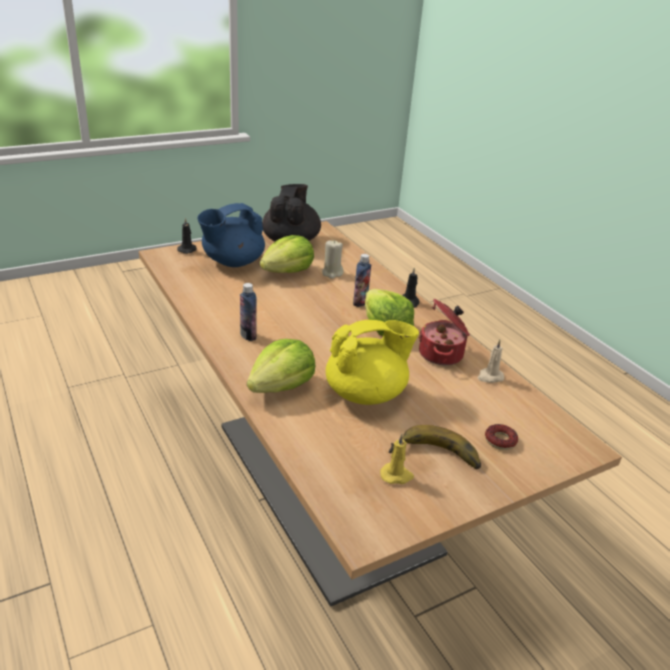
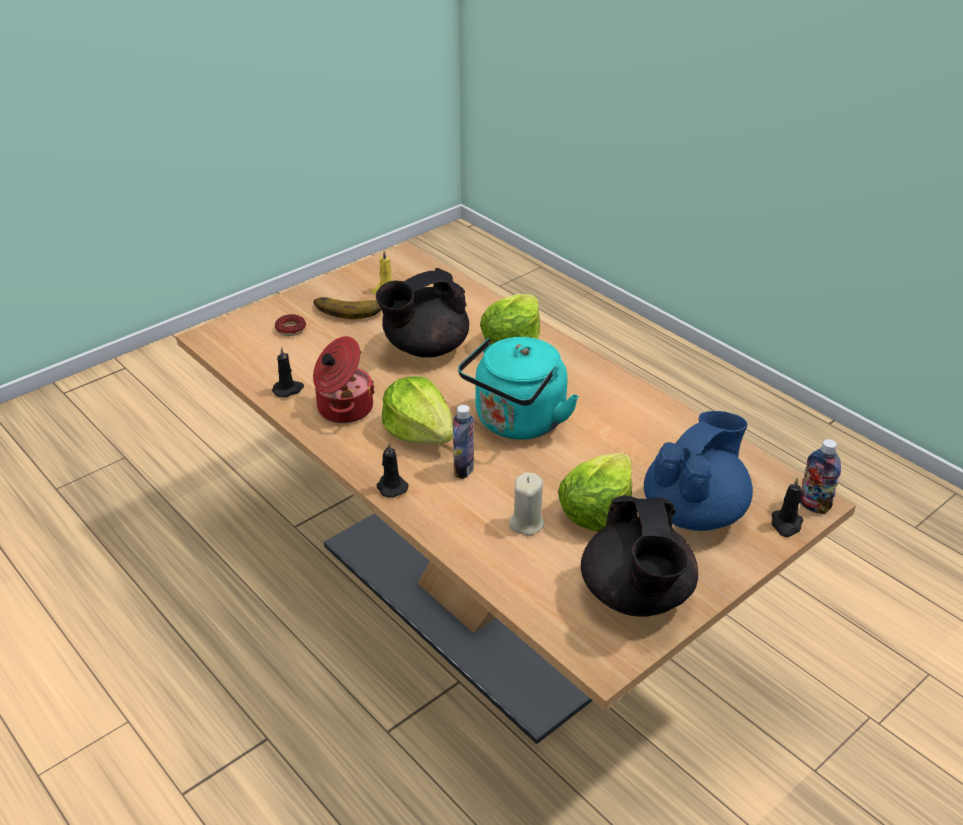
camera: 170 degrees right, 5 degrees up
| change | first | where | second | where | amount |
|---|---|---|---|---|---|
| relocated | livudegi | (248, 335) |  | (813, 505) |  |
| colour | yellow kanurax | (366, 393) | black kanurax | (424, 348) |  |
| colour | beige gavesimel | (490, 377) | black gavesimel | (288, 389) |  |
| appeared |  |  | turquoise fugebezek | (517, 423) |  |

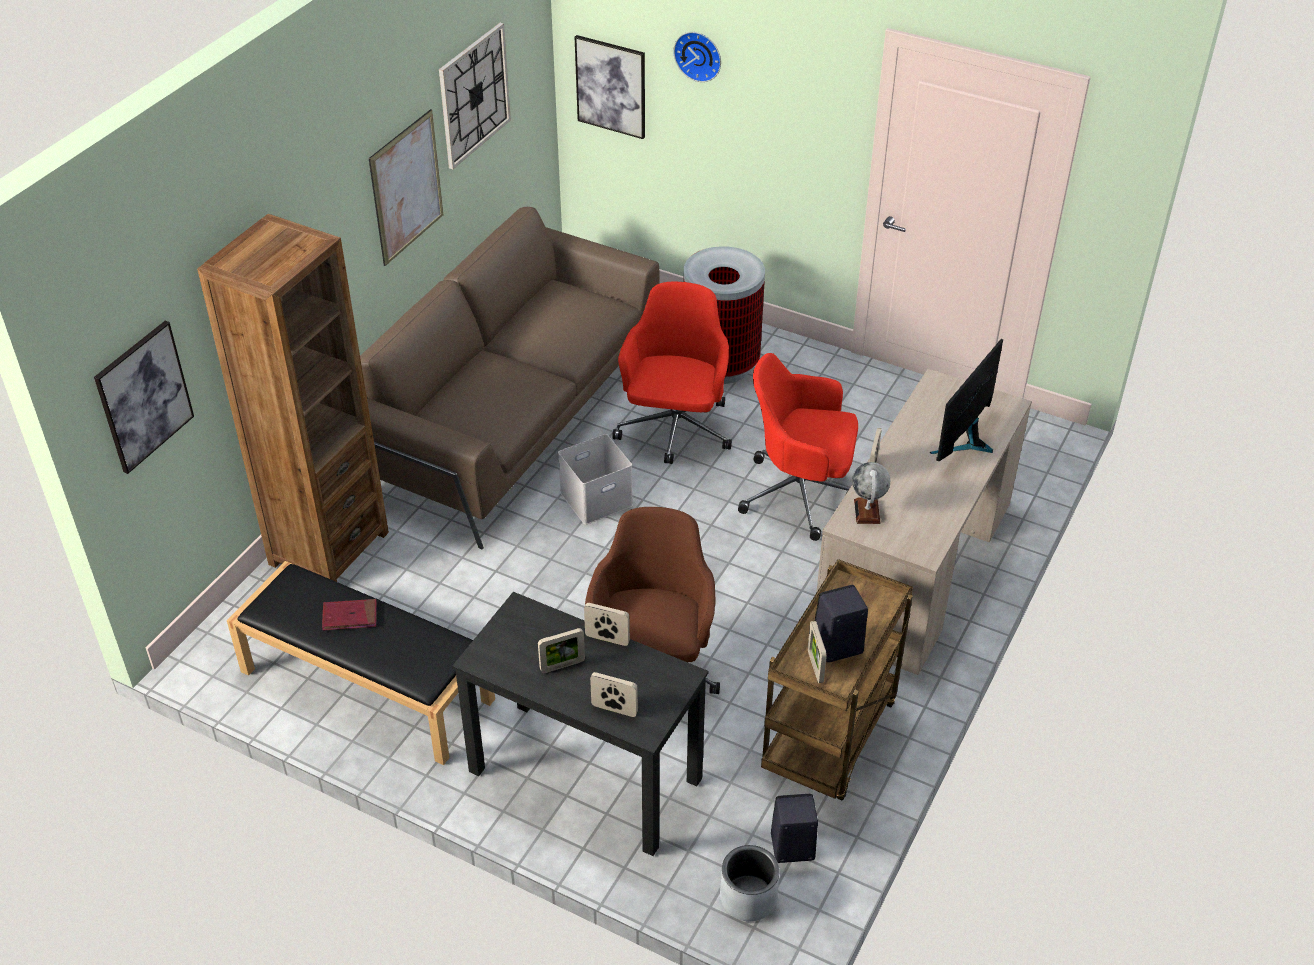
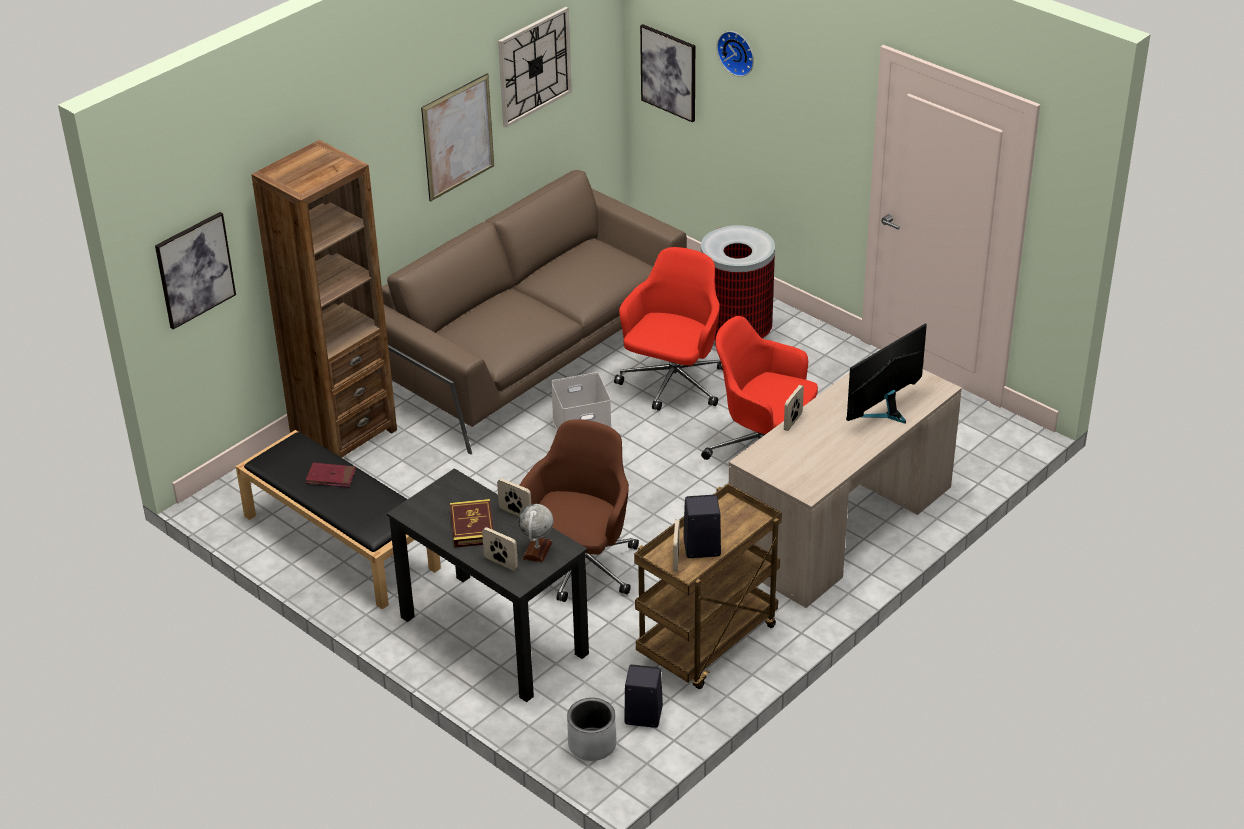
camera: 15 degrees right, 5 degrees down
| change | first | where | second | where | amount |
|---|---|---|---|---|---|
| exchanged | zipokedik | (562, 666) | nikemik | (472, 526) |  |
| relocated | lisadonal | (867, 511) |  | (537, 550) |  |

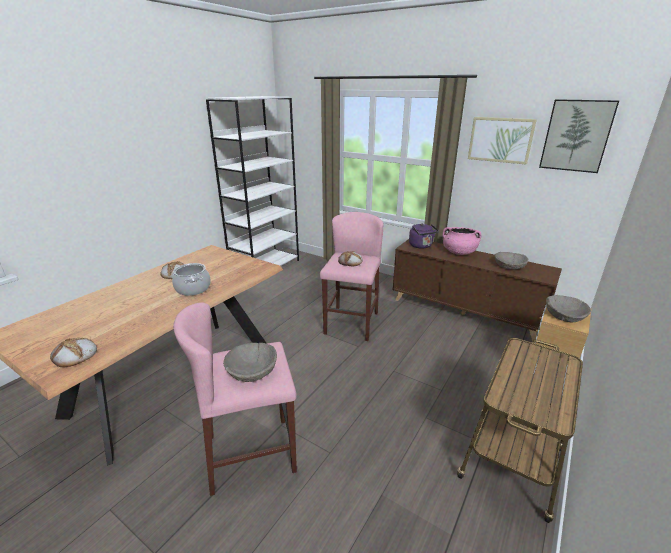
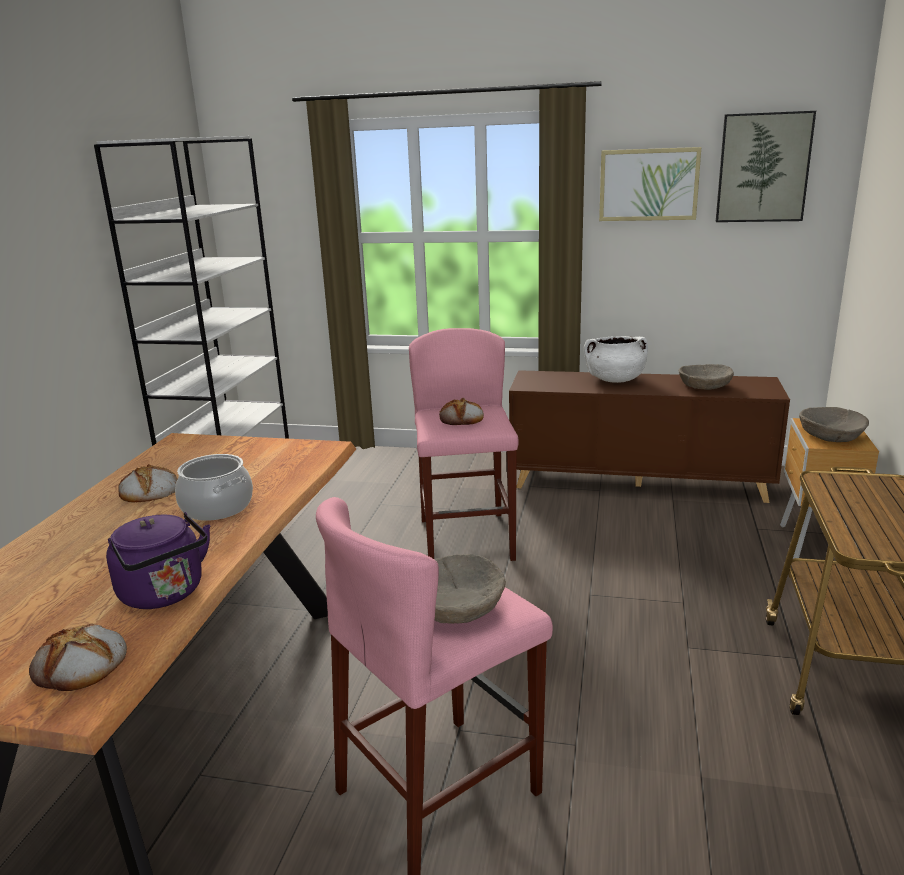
camera: 20 degrees left, 5 degrees down
| change | first | where | second | where | amount |
|---|---|---|---|---|---|
| relocated | purple fugebezek | (421, 246) |  | (165, 594) |  |
| colour | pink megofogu | (459, 252) | white megofogu | (614, 380) |  |

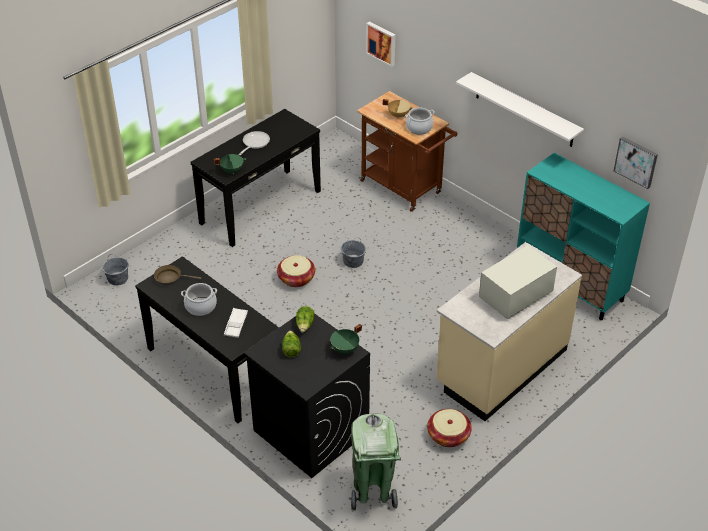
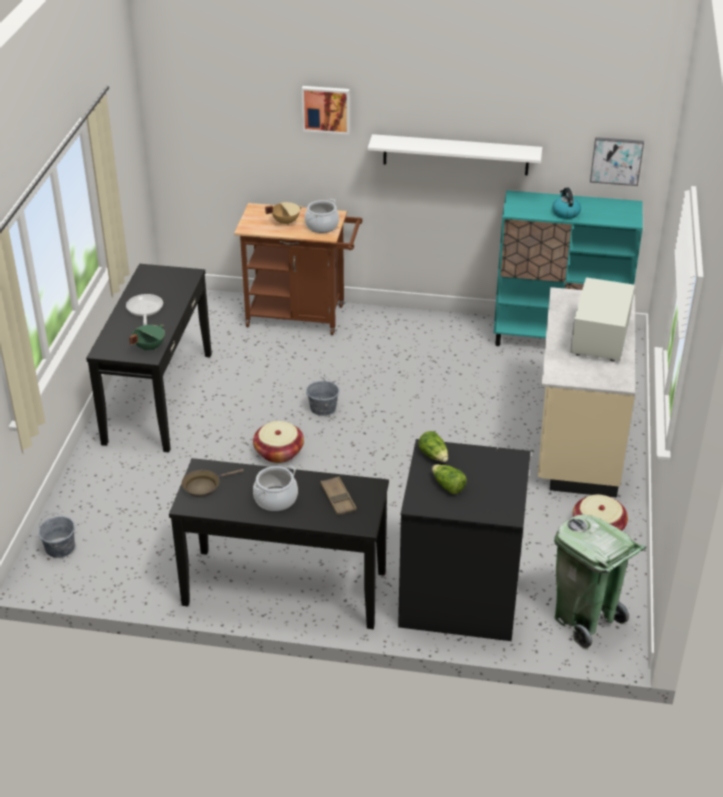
camera: 35 degrees left, 5 degrees down
| change | first | where | second | where | amount |
|---|---|---|---|---|---|
| colour | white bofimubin | (236, 325) | brown bofimubin | (338, 499) |  |
| missing | green megofogu | (345, 349) |  |  |  |
| relocated | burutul | (382, 43) |  | (326, 109) |  |
| appeared |  |  | fugebezek | (565, 213) |  |

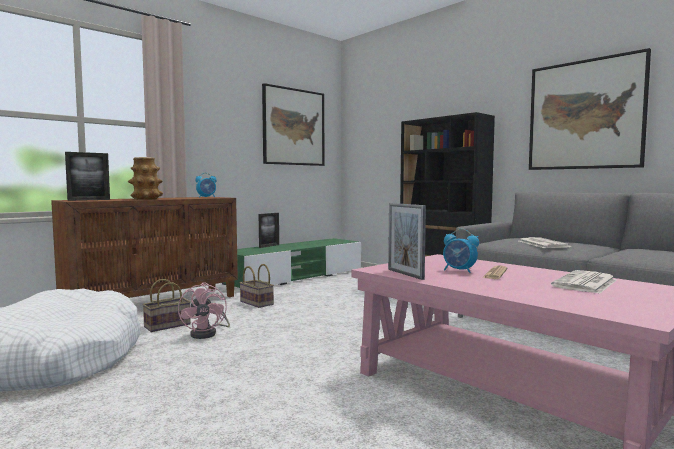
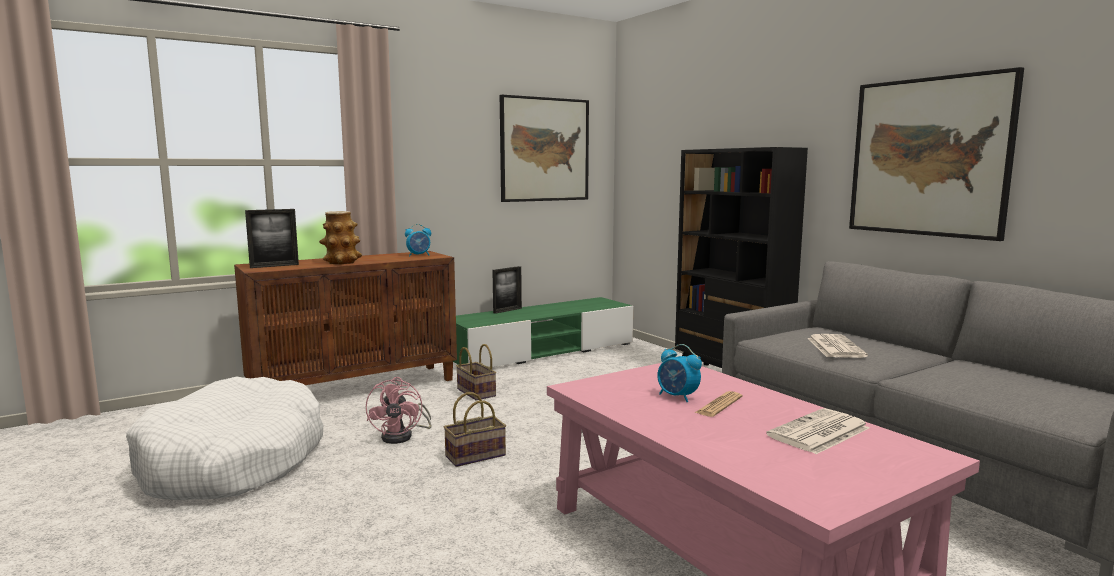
camera: 10 degrees right, 5 degrees up
| change | first | where | second | where | amount |
|---|---|---|---|---|---|
| relocated | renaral | (168, 325) |  | (476, 455) |  |
| missing | zipokedik | (405, 274) |  |  |  |

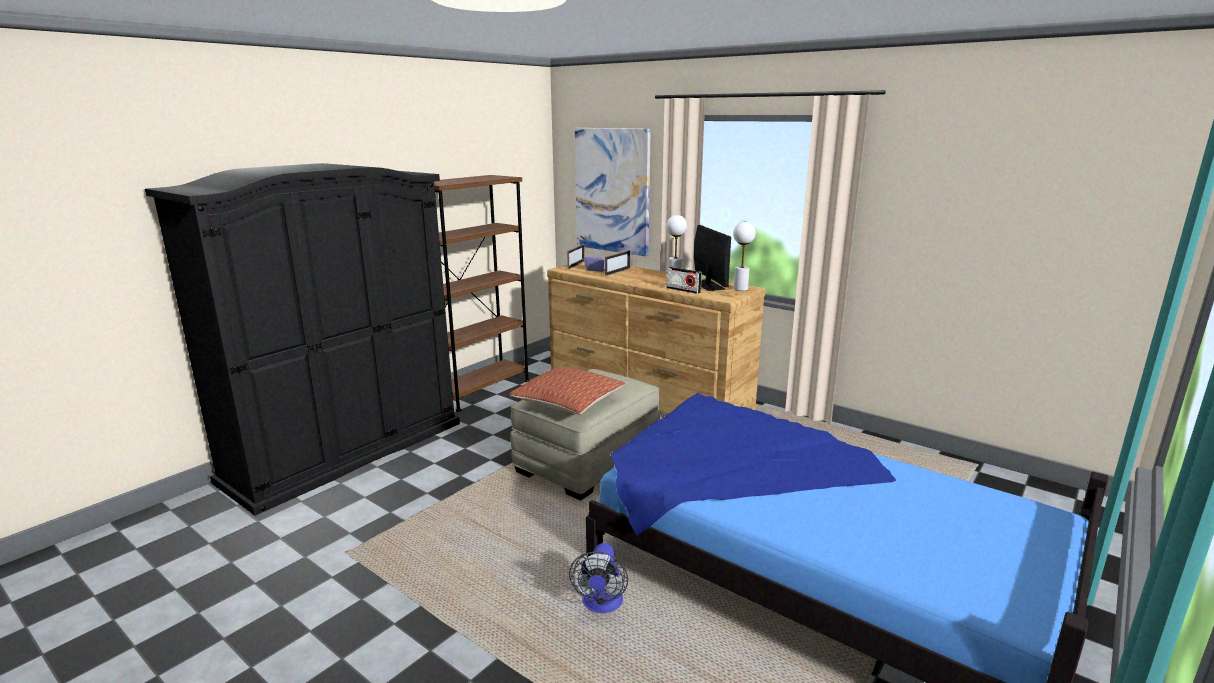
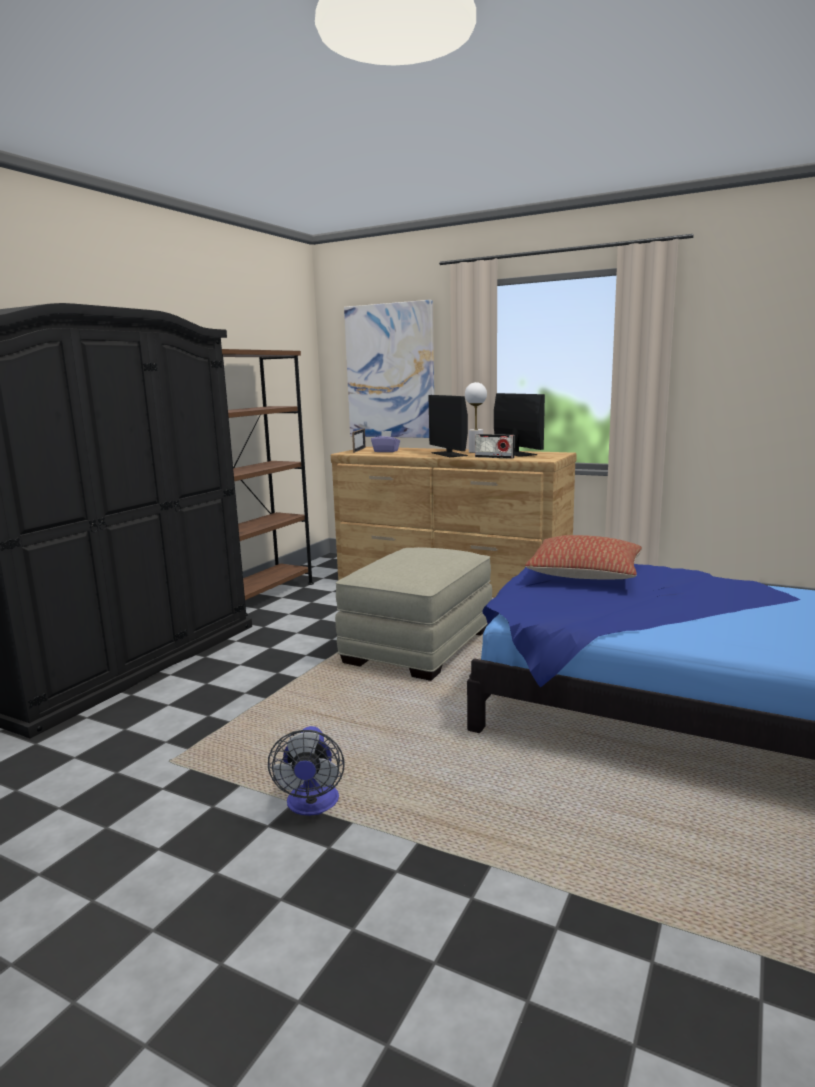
camera: 10 degrees left, 5 degrees down
| change | first | where | second | where | amount |
|---|---|---|---|---|---|
| relocated | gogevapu | (568, 402) |  | (585, 574) |  |
| relocated | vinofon | (601, 605) |  | (312, 805) |  |
| missing | zipokedik | (617, 272) |  |  |  |
| missing | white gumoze | (740, 289) |  |  |  |
| appeared |  |  | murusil | (449, 454) |  |

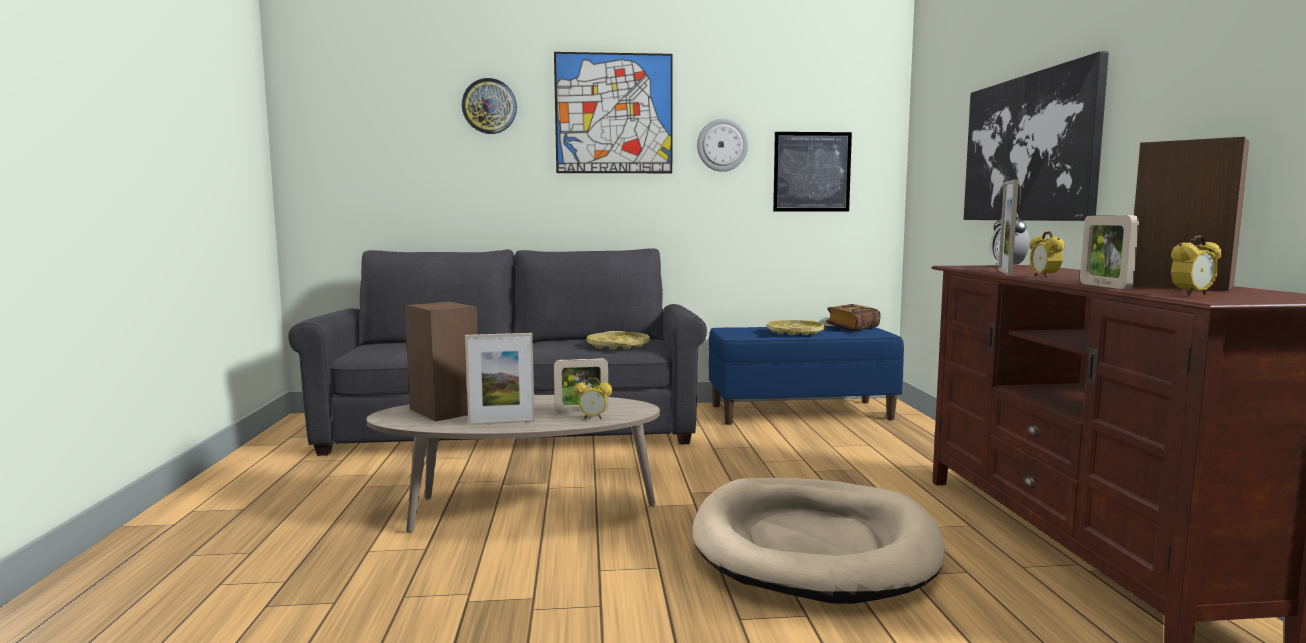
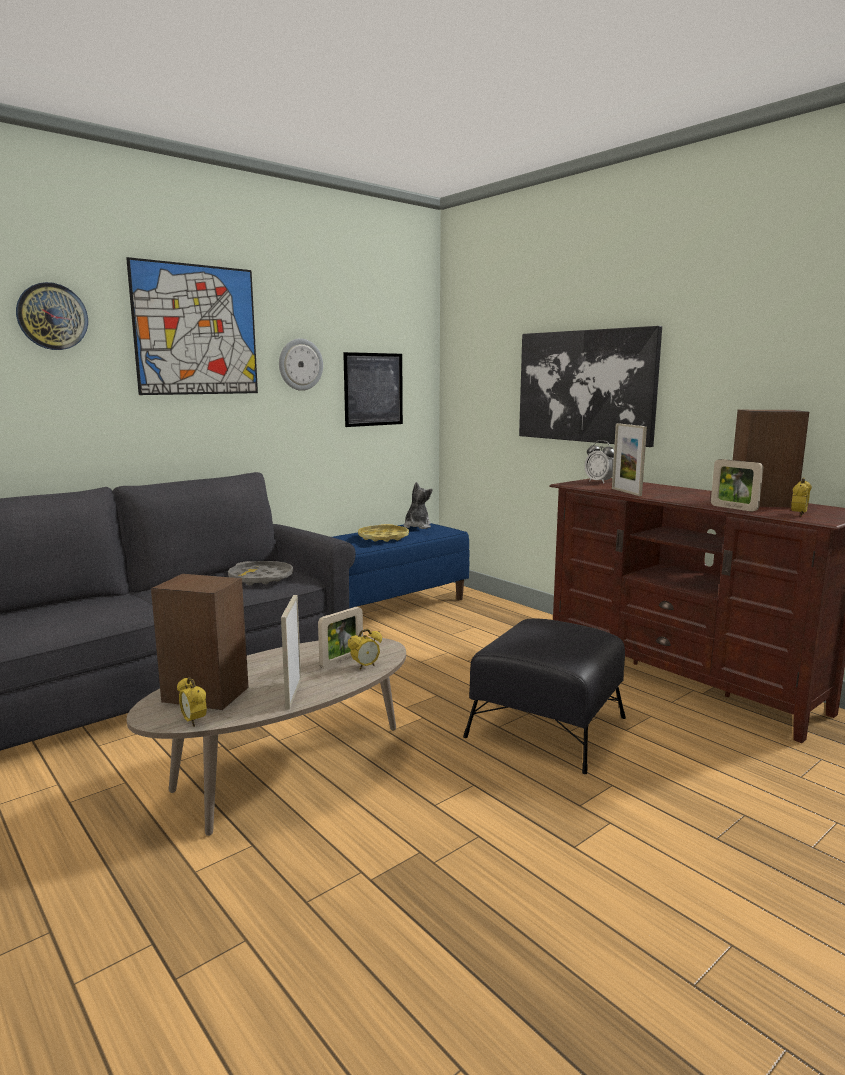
camera: 35 degrees left, 5 degrees up
| change | first | where | second | where | amount |
|---|---|---|---|---|---|
| spun | zipokedik | (501, 423) |  | (293, 693) | 135 degrees clockwise |
| colour | yellow bofimubin | (618, 346) | grey bofimubin | (261, 578) |  |
| exchanged | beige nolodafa | (814, 545) | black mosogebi | (547, 726) |  |
| exchanged | nikemik | (852, 328) | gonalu | (417, 526) |  |
| relocated | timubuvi | (1044, 277) |  | (193, 721) |  |

